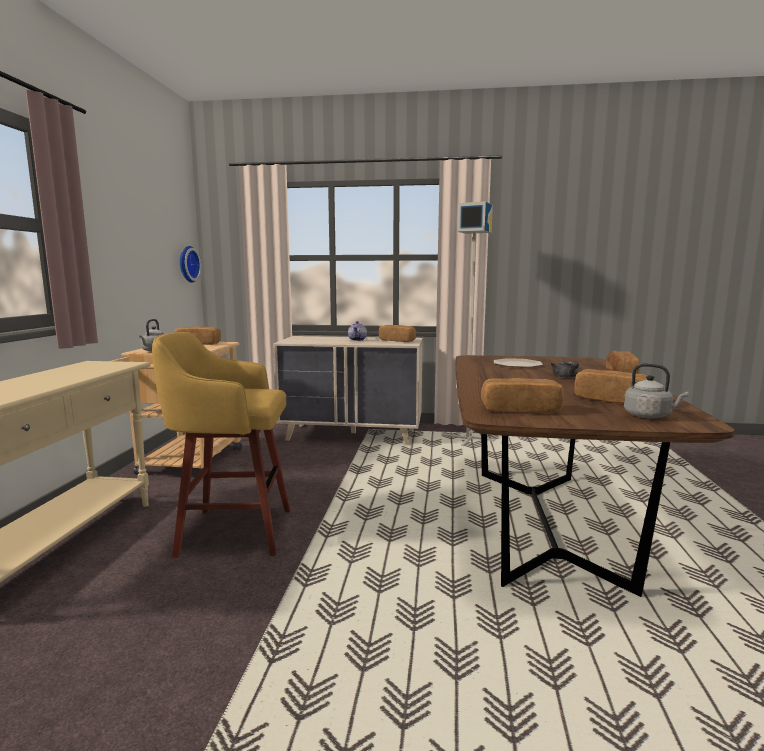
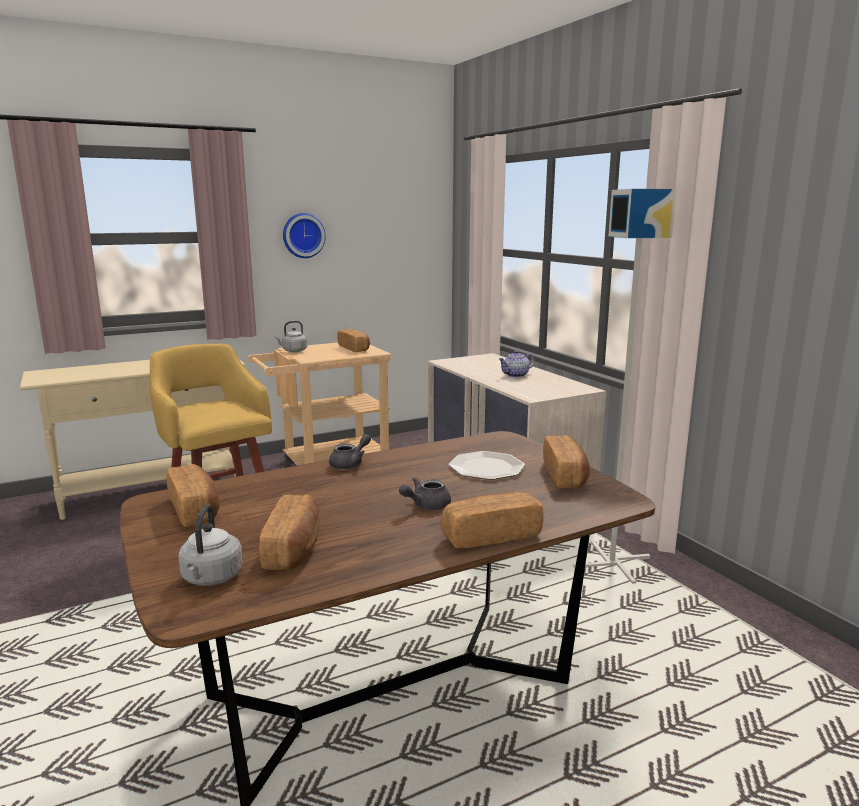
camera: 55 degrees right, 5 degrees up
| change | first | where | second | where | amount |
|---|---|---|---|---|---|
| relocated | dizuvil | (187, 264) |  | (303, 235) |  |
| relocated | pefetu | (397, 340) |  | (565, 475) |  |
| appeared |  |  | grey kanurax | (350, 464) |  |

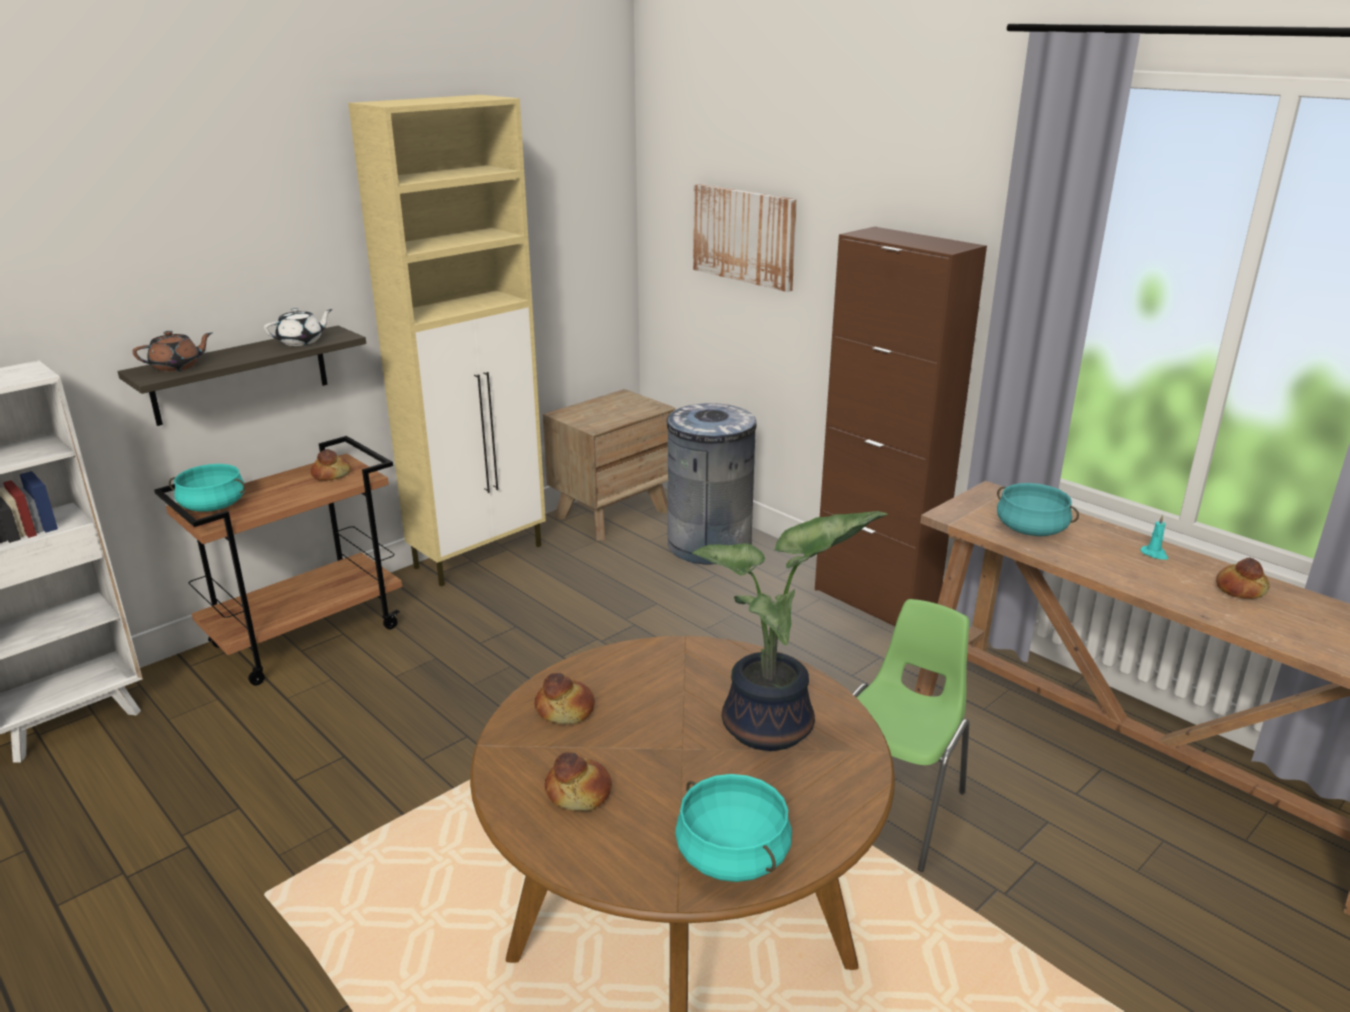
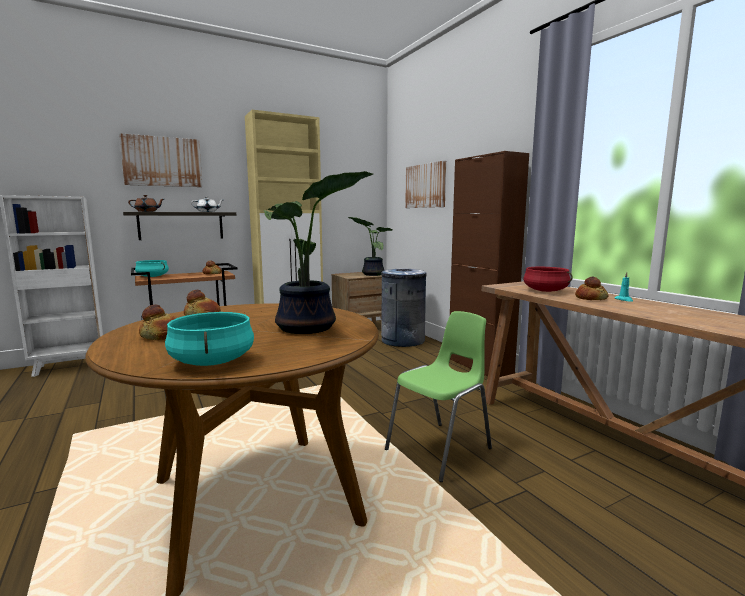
camera: 15 degrees right, 15 degrees down
| change | first | where | second | where | amount |
|---|---|---|---|---|---|
| colour | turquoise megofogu | (1031, 529) | red megofogu | (546, 291) |  |
| relocated | pefetu | (1240, 589) |  | (590, 298) |  |
| appeared |  |  | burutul | (162, 161) |  |
| appeared |  |  | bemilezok | (371, 274) |  |

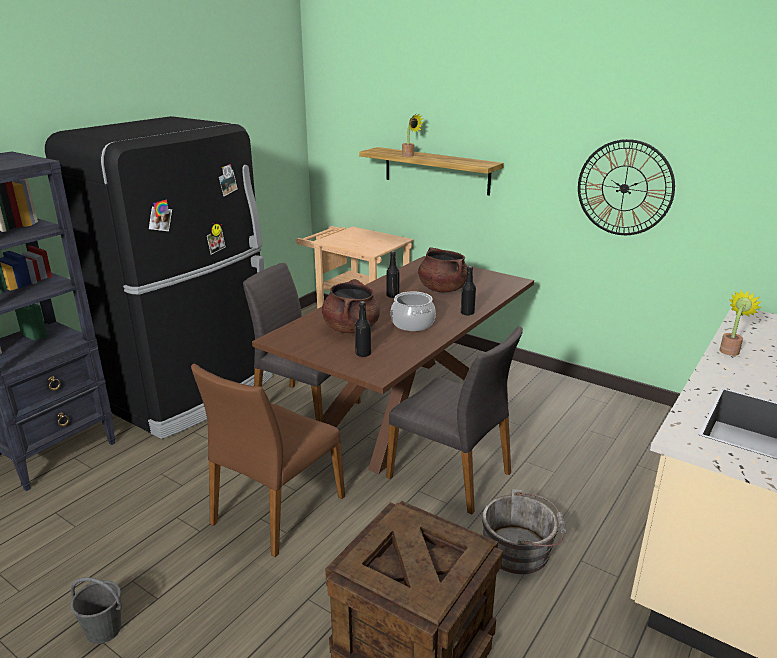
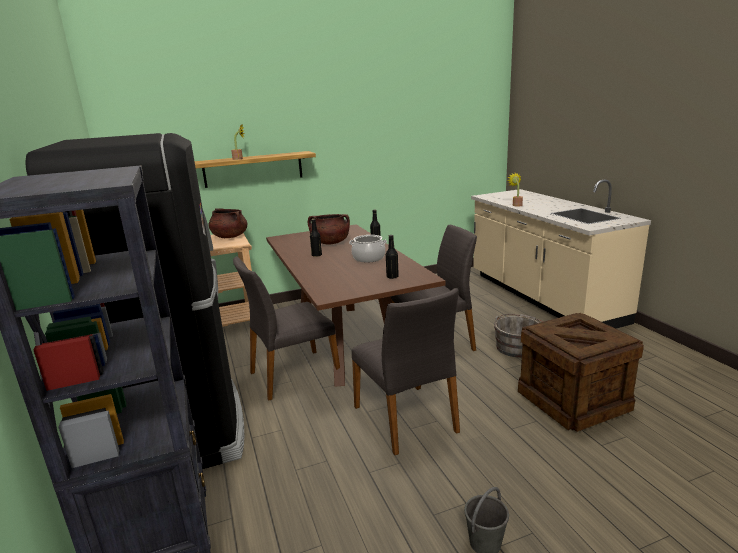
camera: 55 degrees left, 5 degrees down
| change | first | where | second | where | amount |
|---|---|---|---|---|---|
| colour | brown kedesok | (276, 510) | grey kedesok | (407, 419) |  |
| relocated | brown megofogu | (351, 328) |  | (229, 237) |  |
| missing | dizuvil | (624, 188) |  |  |  |

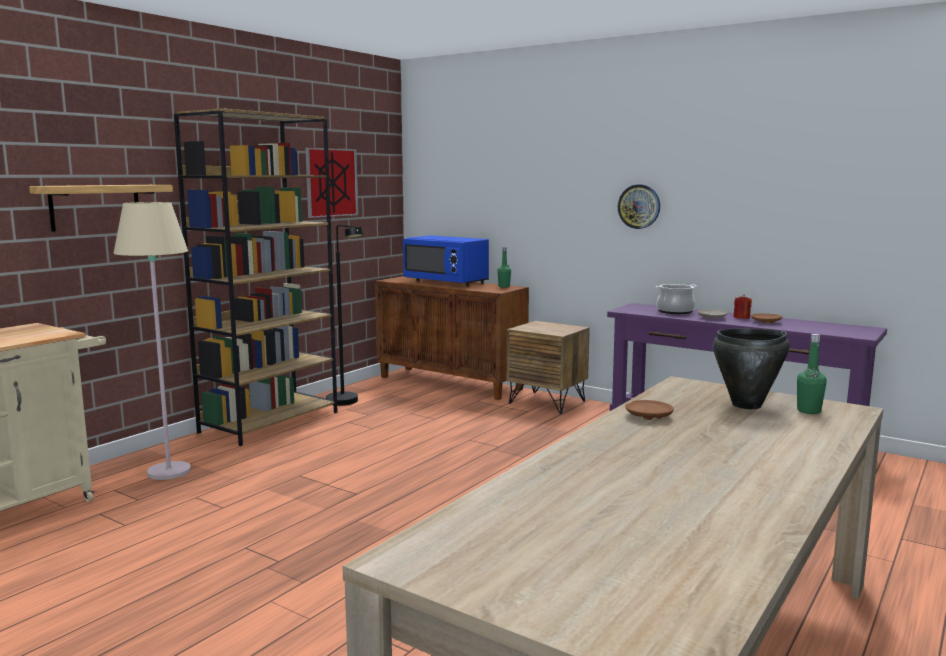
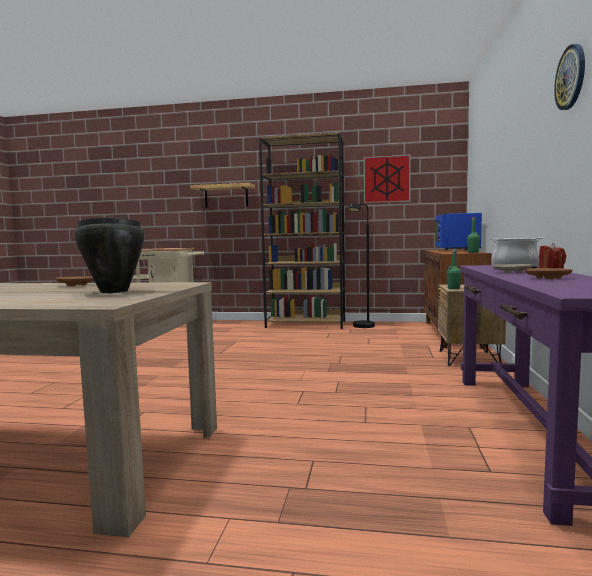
camera: 65 degrees right, 5 degrees down
| change | first | where | second | where | amount |
|---|---|---|---|---|---|
| missing | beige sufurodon | (169, 471) |  |  |  |
| relocated | dizuvil | (639, 206) |  | (571, 77) |  |
| relocated | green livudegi | (809, 411) |  | (453, 288) |  |

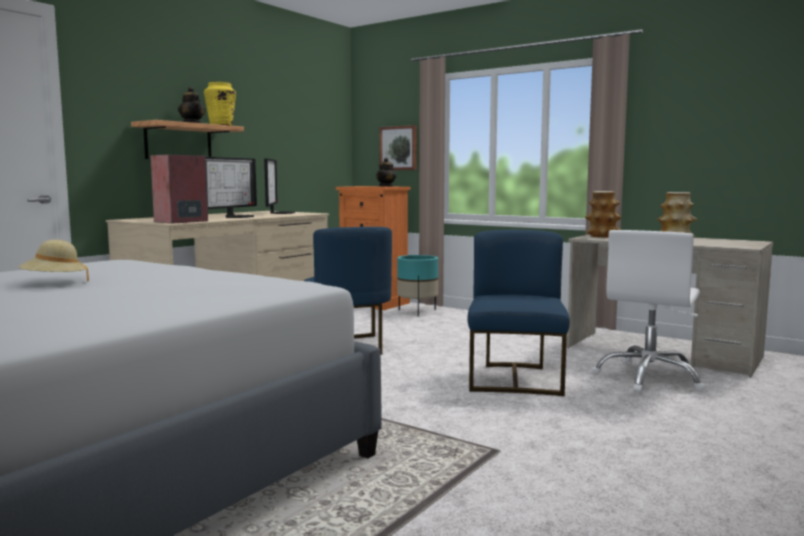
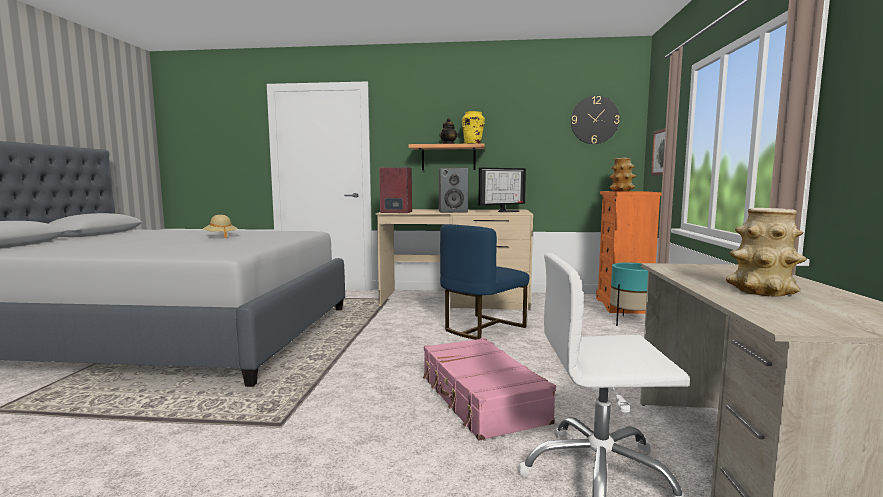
camera: 60 degrees right, 0 degrees up
| change | first | where | second | where | amount |
|---|---|---|---|---|---|
| exchanged | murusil | (237, 216) | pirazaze | (453, 212) |  |
| missing | kanurax | (386, 186) |  |  |  |
| exchanged | blue kedesok | (515, 379) | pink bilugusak | (481, 399) |  |
| relocated | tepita | (602, 236) |  | (621, 191) |  |
| appeared |  |  | dizuvil | (594, 120) |  |

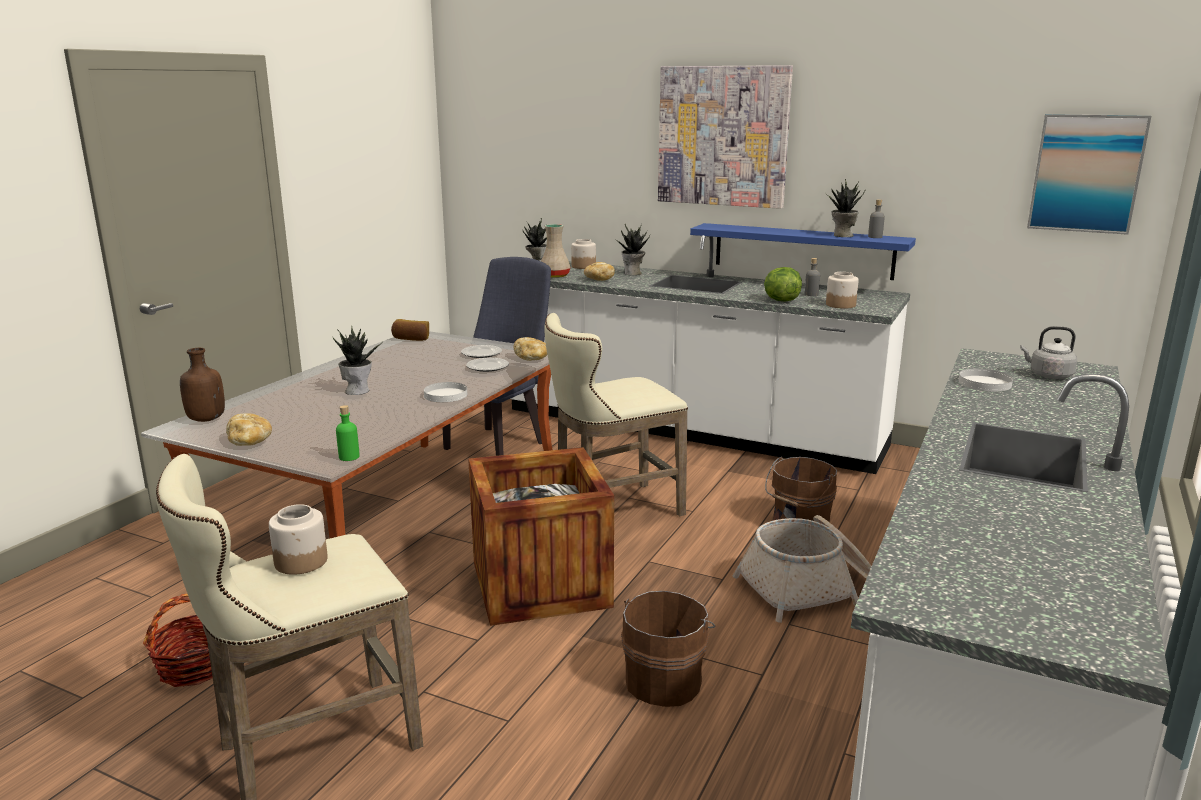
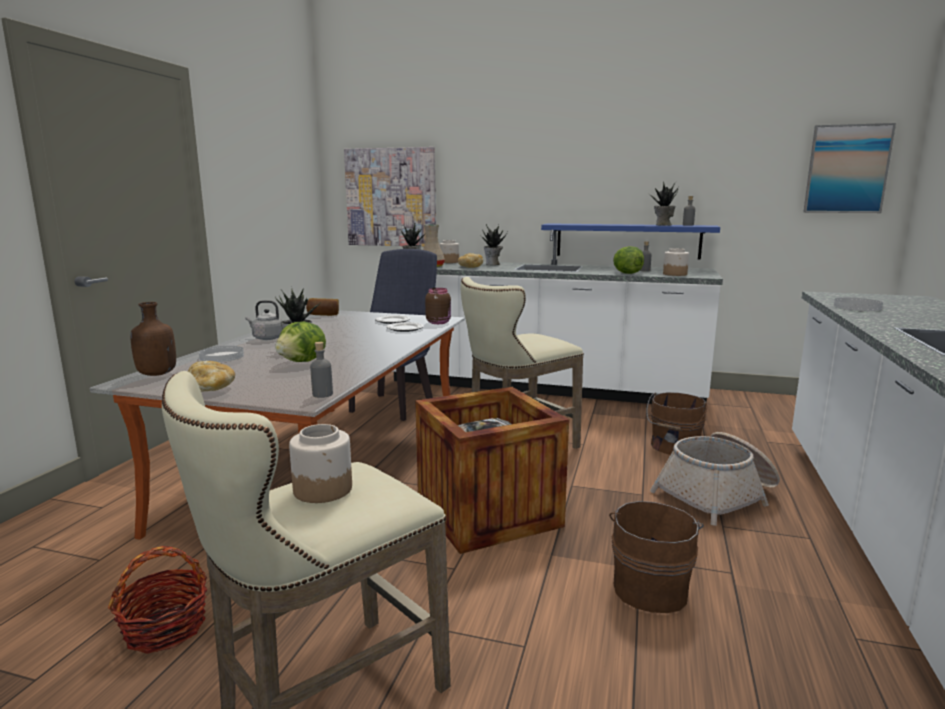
camera: 10 degrees left, 5 degrees down
| change | first | where | second | where | amount |
|---|---|---|---|---|---|
| colour | green livudegi | (349, 457) | grey livudegi | (322, 394) |  |
| relocated | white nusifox | (446, 395) |  | (222, 356) |  |
| exchanged | pefetu | (532, 358) | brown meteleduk | (438, 322) |  |
| relocated | burutul | (723, 136) |  | (391, 197) |  |
| relocated | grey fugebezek | (1048, 375) |  | (266, 338) |  |
| appeared |  |  | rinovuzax | (303, 362) |  |

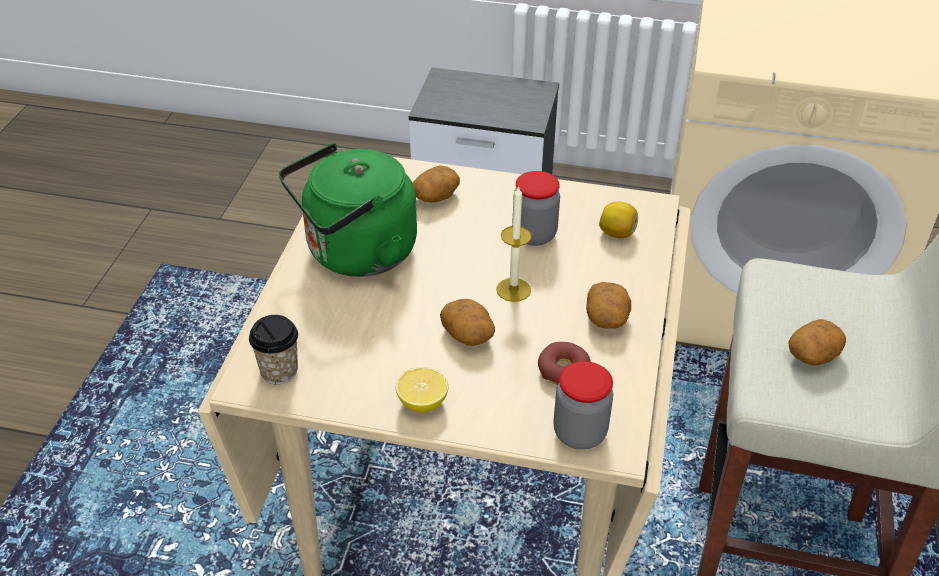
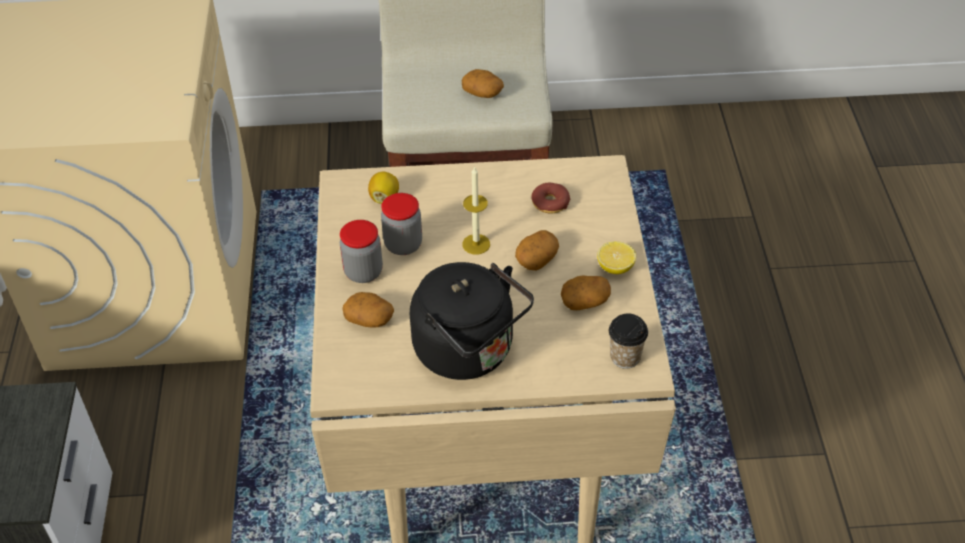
camera: 105 degrees left, 5 degrees up
| change | first | where | second | where | amount |
|---|---|---|---|---|---|
| colour | green fugebezek | (356, 254) | black fugebezek | (469, 352) |  |
| relocated | meteleduk | (579, 433) |  | (363, 272) |  |
| relocated | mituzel | (607, 318) |  | (585, 301) |  |

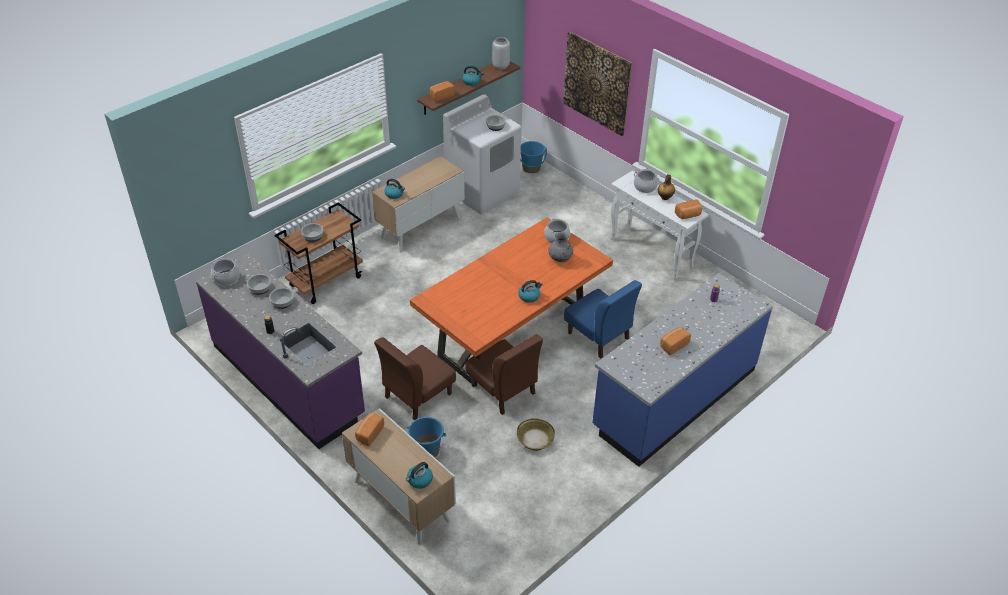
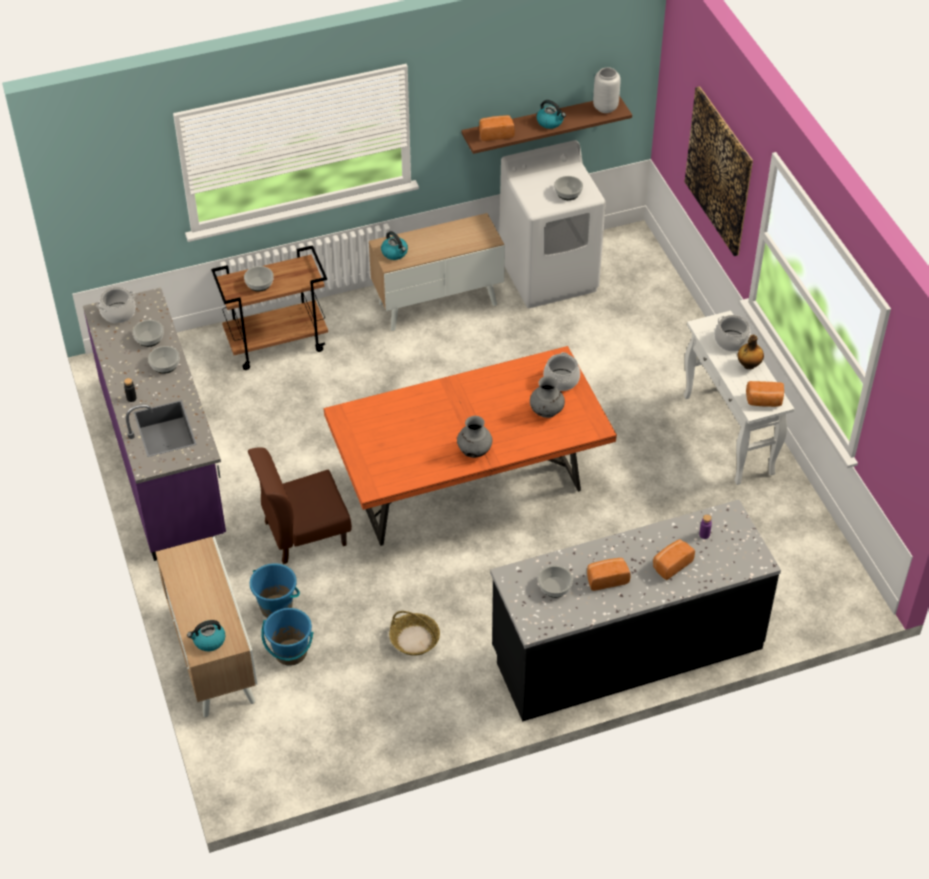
camera: 25 degrees right, 5 degrees up
| change | first | where | second | where | amount |
|---|---|---|---|---|---|
| relocated | pefetu | (369, 434) |  | (671, 564) |  |
| missing | brown kedesok | (503, 390) |  |  |  |
| exchanged | fugebezek | (529, 296) | grey tepita | (474, 451) |  |
| relocated | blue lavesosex | (531, 168) |  | (290, 652) |  |
| missing | blue kedesok | (598, 336) |  |  |  |
| colour | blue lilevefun | (674, 398) | black lilevefun | (626, 649) |  |
| appeared |  |  | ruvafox | (555, 586) |  |

